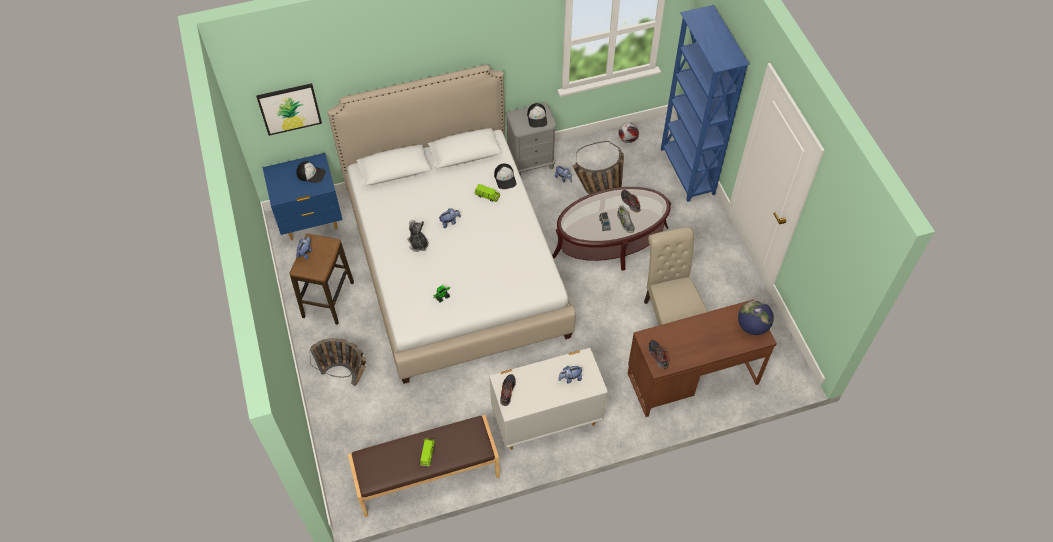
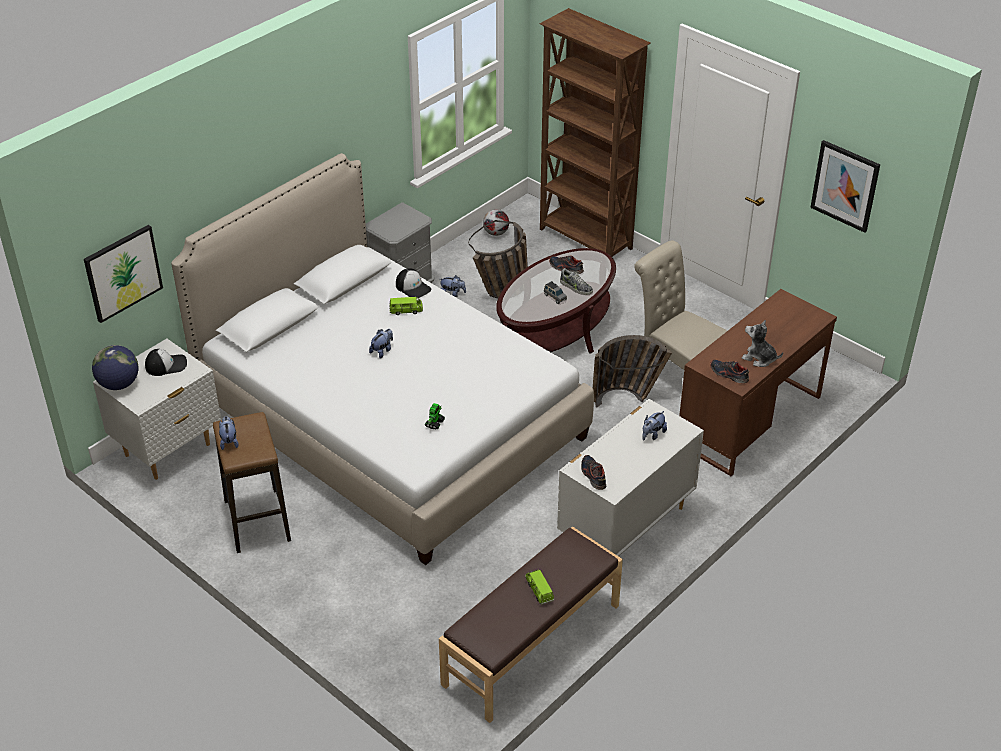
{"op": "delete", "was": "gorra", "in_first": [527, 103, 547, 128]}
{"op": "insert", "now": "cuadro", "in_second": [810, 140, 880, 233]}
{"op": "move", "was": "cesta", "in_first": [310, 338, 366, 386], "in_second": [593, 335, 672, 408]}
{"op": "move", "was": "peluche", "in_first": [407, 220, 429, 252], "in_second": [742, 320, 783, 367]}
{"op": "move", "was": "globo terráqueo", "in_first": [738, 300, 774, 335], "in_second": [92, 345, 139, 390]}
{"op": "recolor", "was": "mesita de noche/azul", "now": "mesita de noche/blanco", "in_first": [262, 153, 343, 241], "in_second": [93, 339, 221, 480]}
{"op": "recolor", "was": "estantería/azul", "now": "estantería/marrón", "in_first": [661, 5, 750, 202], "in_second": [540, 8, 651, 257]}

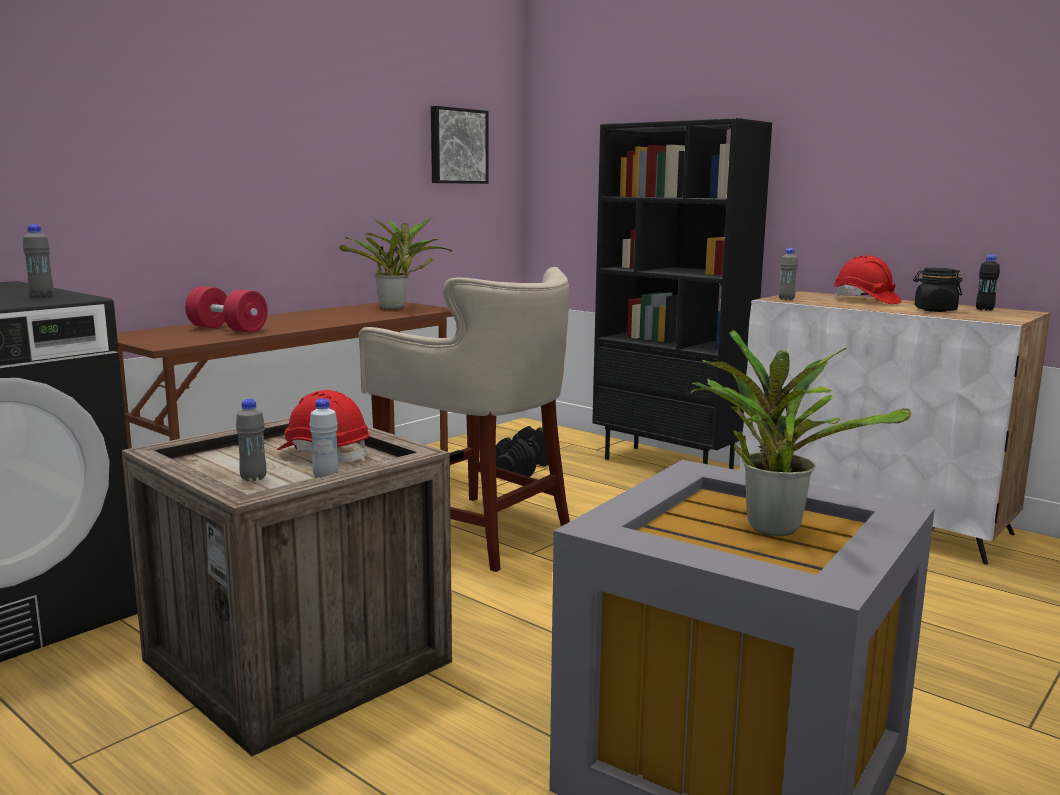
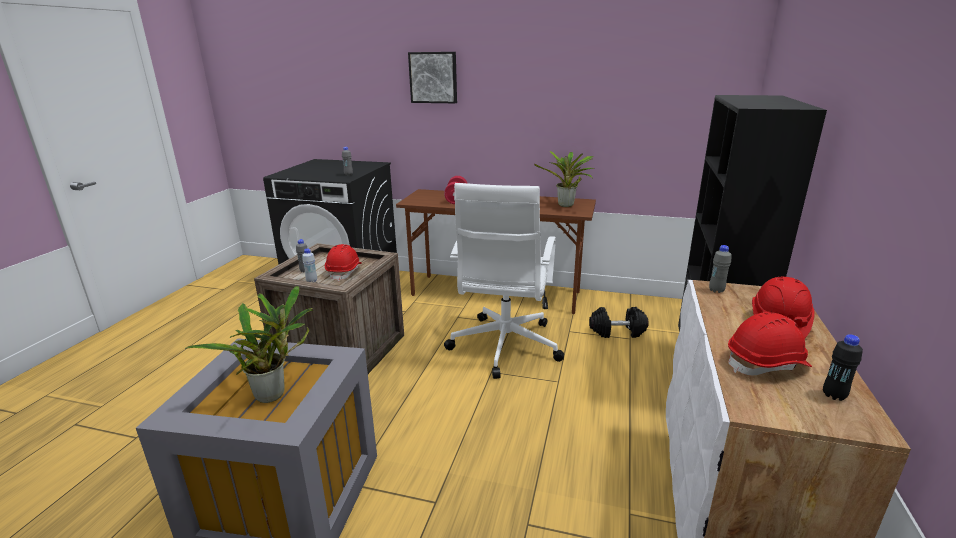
{"op": "move", "was": "cuadro", "in_first": [431, 106, 489, 184], "in_second": [408, 52, 457, 103]}
{"op": "replace", "was": "taburete/beis", "now": "silla de oficina/blanco", "in_first": [359, 267, 570, 572], "in_second": [444, 183, 564, 379]}
{"op": "replace", "was": "tarro/negro", "now": "casco/rojo", "in_first": [913, 268, 962, 312], "in_second": [728, 312, 812, 375]}

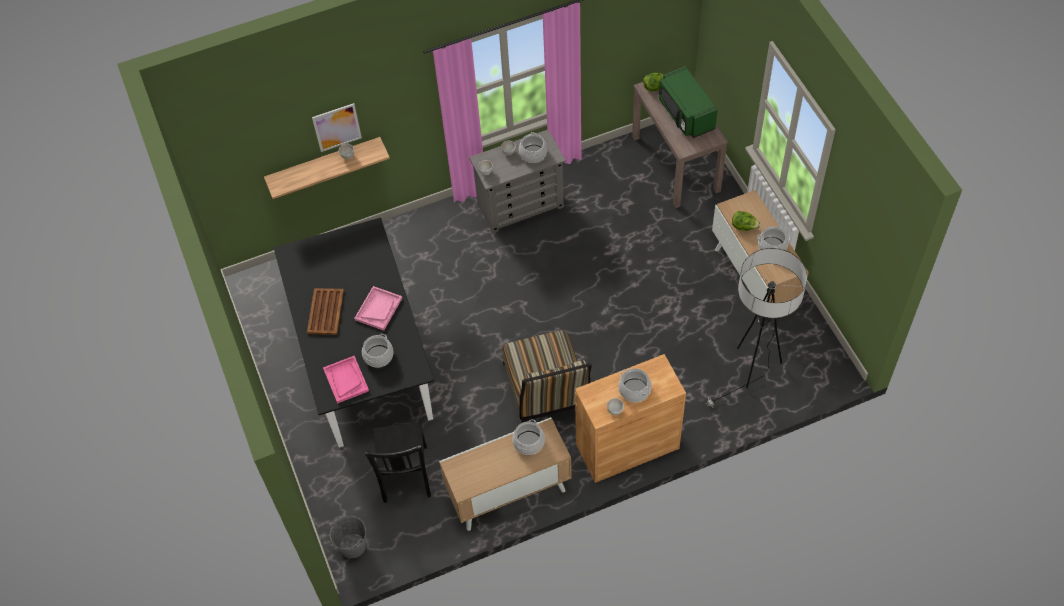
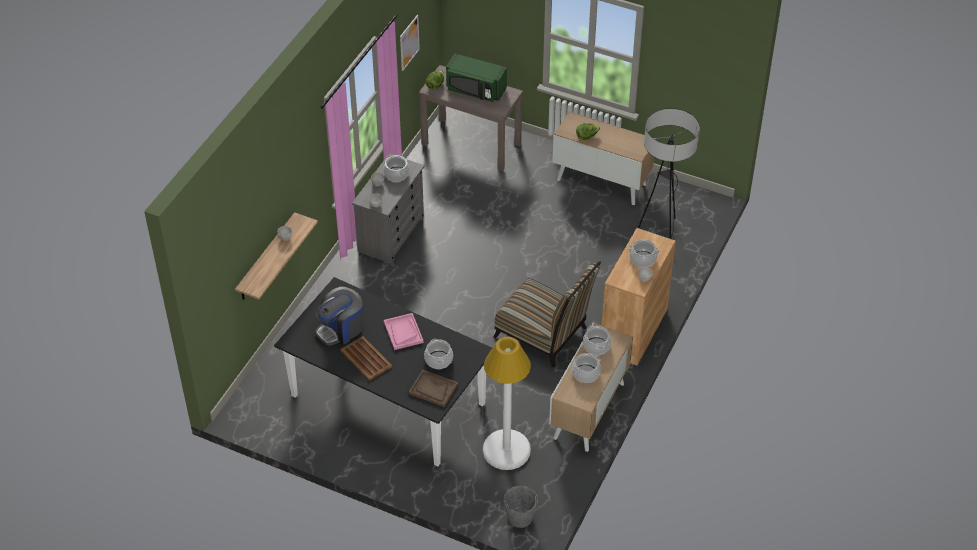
{"op": "insert", "now": "cafetera", "in_second": [315, 287, 363, 346]}
{"op": "move", "was": "cuadro", "in_first": [312, 103, 362, 152], "in_second": [400, 15, 420, 71]}
{"op": "move", "was": "olla", "in_first": [757, 226, 791, 250], "in_second": [572, 353, 601, 383]}
{"op": "replace", "was": "silla/negro", "now": "lámpara de pie/blanco", "in_first": [365, 423, 431, 503], "in_second": [483, 337, 531, 470]}
{"op": "recolor", "was": "bandeja/rosa", "now": "bandeja/marrón", "in_first": [323, 356, 369, 404], "in_second": [409, 370, 458, 407]}

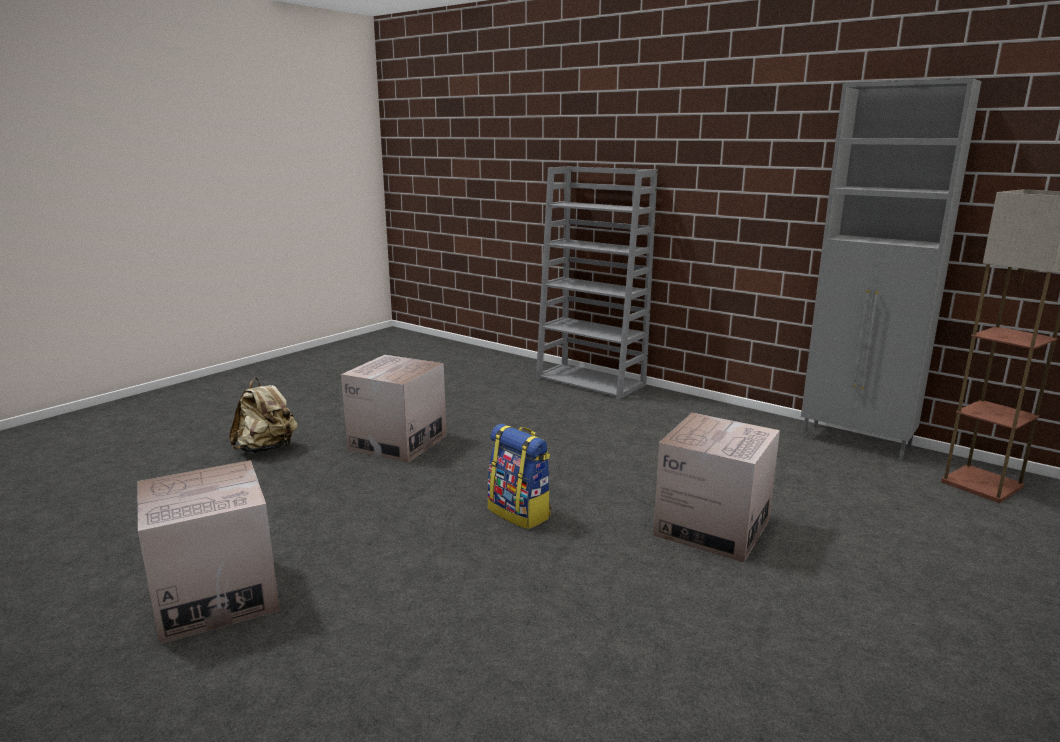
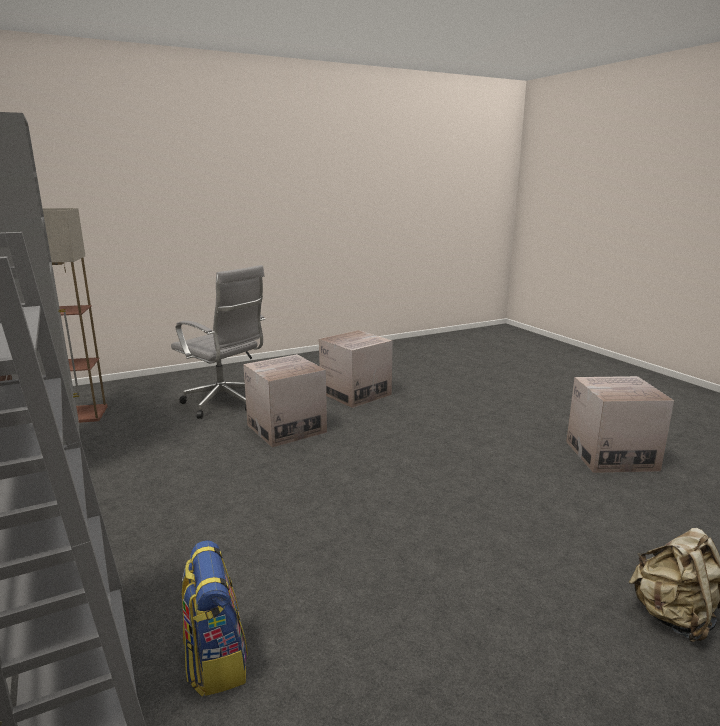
{"op": "insert", "now": "silla de oficina/gris", "in_second": [171, 265, 265, 419]}
{"op": "move", "was": "caja de cartón", "in_first": [341, 355, 447, 463], "in_second": [319, 330, 393, 408]}
{"op": "move", "was": "mochila", "in_first": [487, 424, 551, 529], "in_second": [182, 540, 248, 697]}

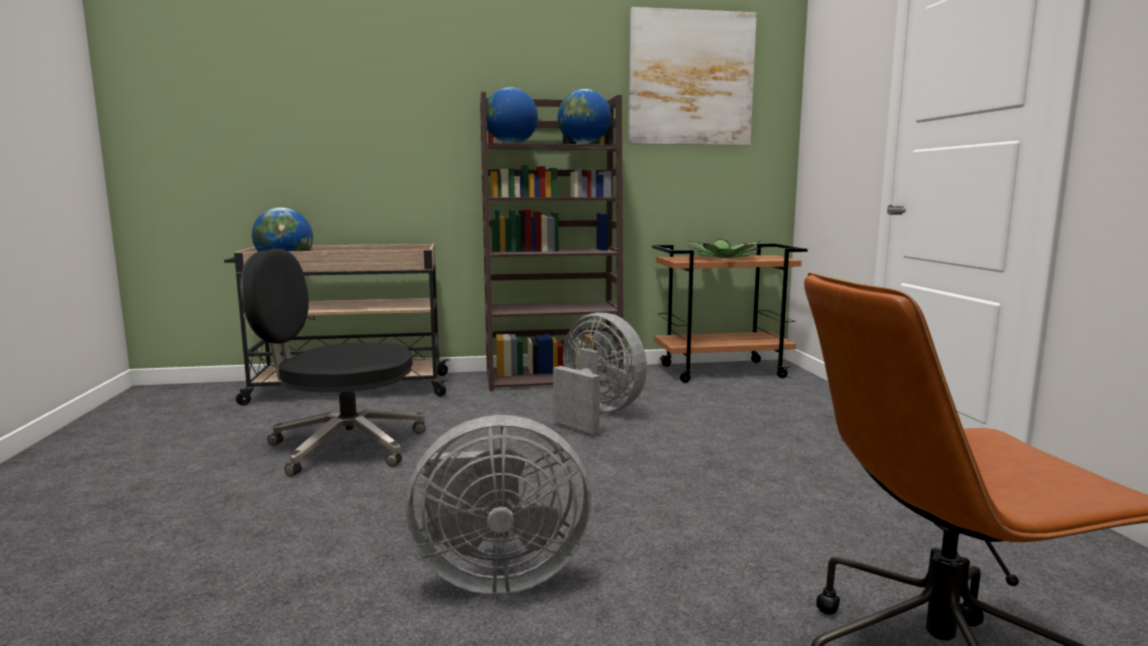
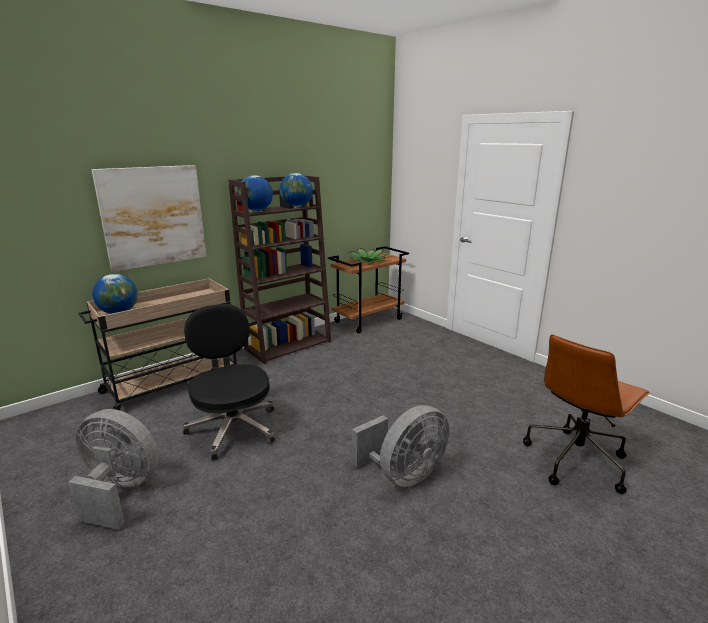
{"op": "move", "was": "ventilador/gris", "in_first": [553, 313, 647, 434], "in_second": [68, 409, 159, 530]}
{"op": "move", "was": "cuadro", "in_first": [628, 7, 757, 146], "in_second": [91, 165, 207, 272]}
{"op": "rotate", "was": "silla de oficina/negro", "in_first": [240, 248, 425, 477], "in_second": [183, 304, 275, 460], "clockwise": 90}

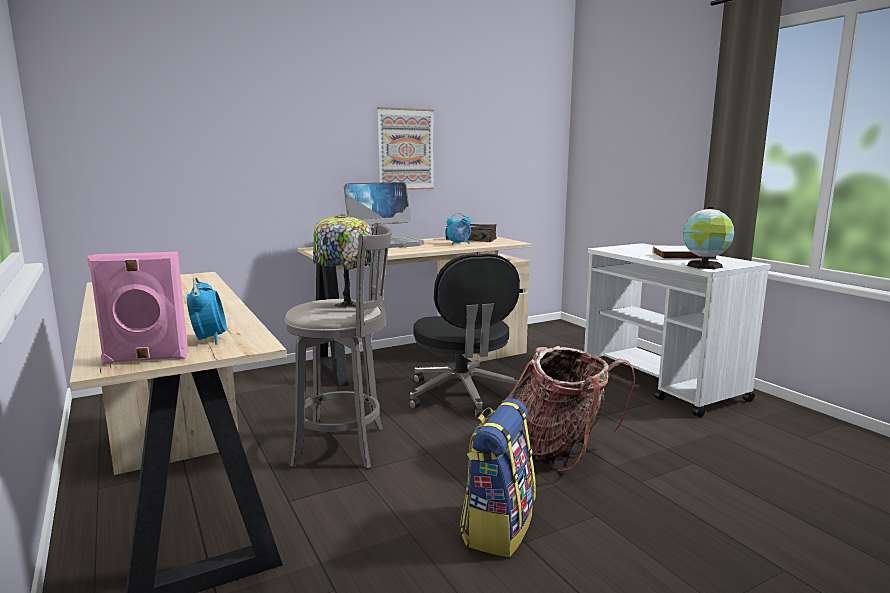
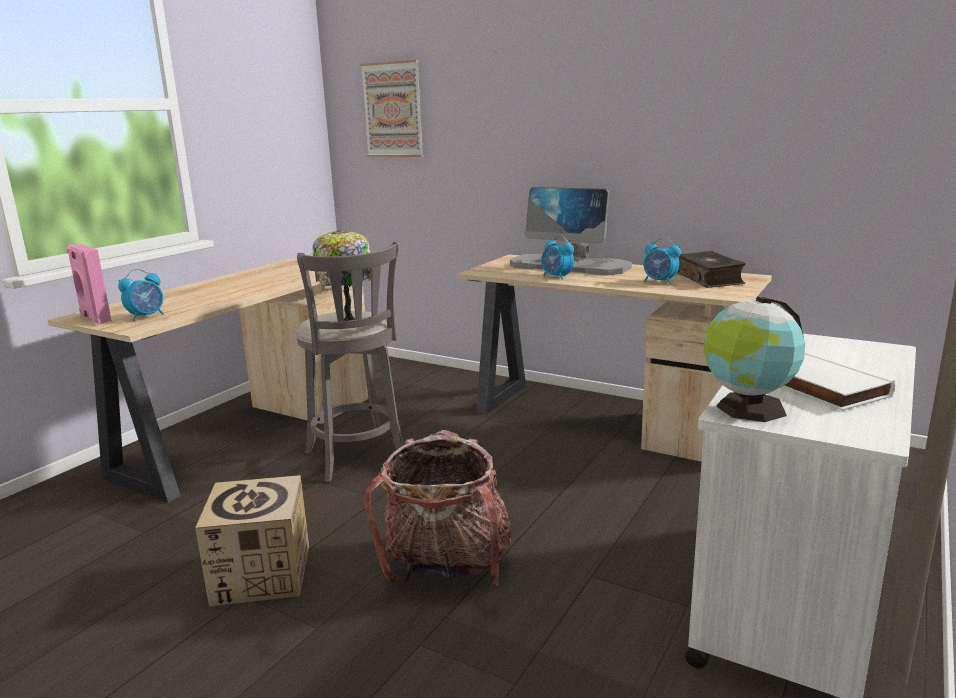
{"op": "delete", "was": "silla de oficina/negro", "in_first": [409, 254, 520, 419]}
{"op": "insert", "now": "despertador", "in_second": [541, 235, 574, 280]}
{"op": "move", "was": "cuadro", "in_first": [377, 107, 434, 190], "in_second": [360, 60, 424, 157]}
{"op": "replace", "was": "mochila", "now": "caja de cartón", "in_first": [460, 398, 536, 557], "in_second": [195, 475, 309, 607]}

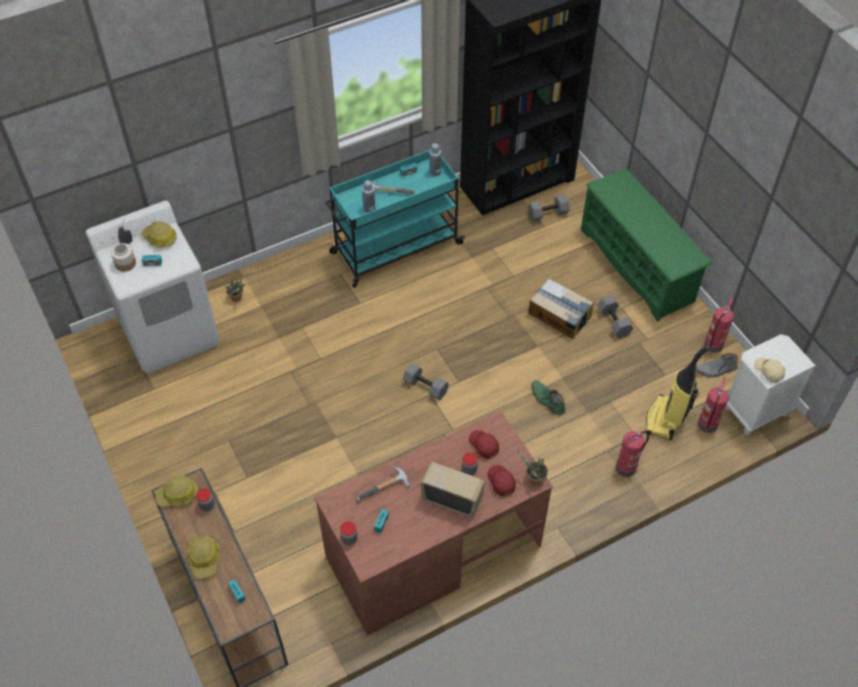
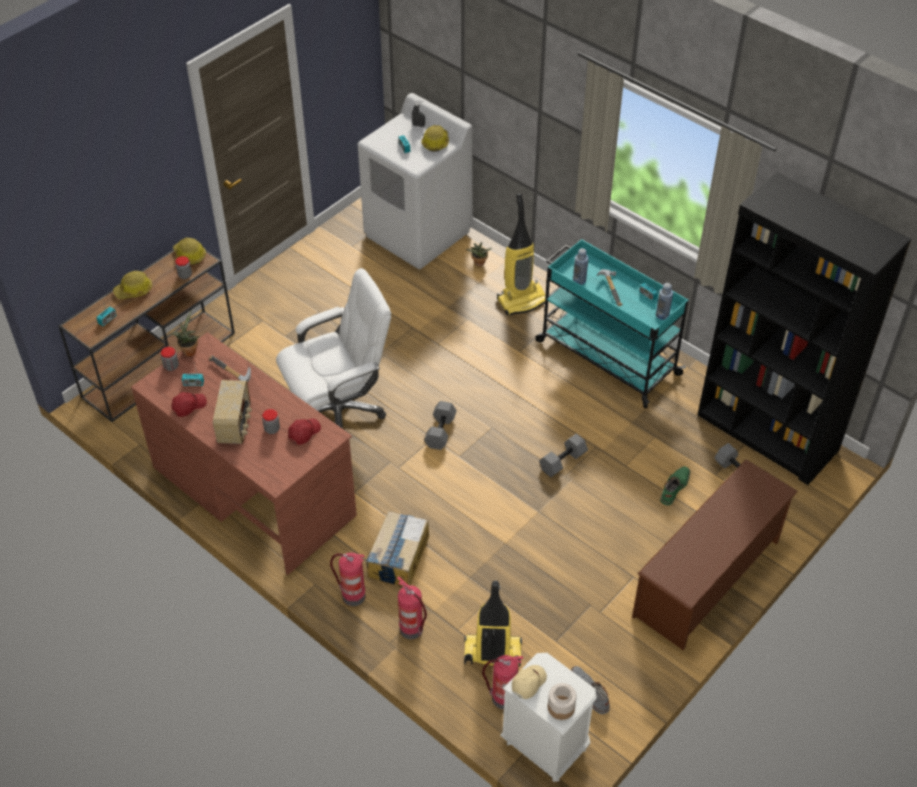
{"op": "insert", "now": "silla de oficina/blanco", "in_second": [276, 268, 391, 429]}
{"op": "insert", "now": "aspiradora", "in_second": [497, 193, 545, 315]}
{"op": "move", "was": "tarro", "in_first": [111, 243, 136, 272], "in_second": [548, 683, 576, 720]}
{"op": "move", "was": "gorra/rojo", "in_first": [487, 465, 516, 496], "in_second": [172, 392, 207, 417]}
{"op": "move", "was": "planta en maceta", "in_first": [517, 449, 548, 485], "in_second": [170, 310, 199, 356]}
{"op": "move", "was": "caja de cartón", "in_first": [528, 278, 594, 339], "in_second": [366, 511, 429, 587]}
{"op": "move", "was": "bota/verde", "in_first": [531, 380, 565, 415], "in_second": [660, 466, 690, 506]}
{"op": "move", "was": "mancuerna/gris", "in_first": [597, 295, 633, 339], "in_second": [539, 434, 588, 477]}
{"op": "move", "was": "extintor", "in_first": [704, 298, 734, 353], "in_second": [330, 553, 366, 606]}
{"op": "recolor", "was": "zapatero/verde", "now": "zapatero/marrón", "in_first": [581, 168, 713, 321], "in_second": [632, 459, 798, 650]}

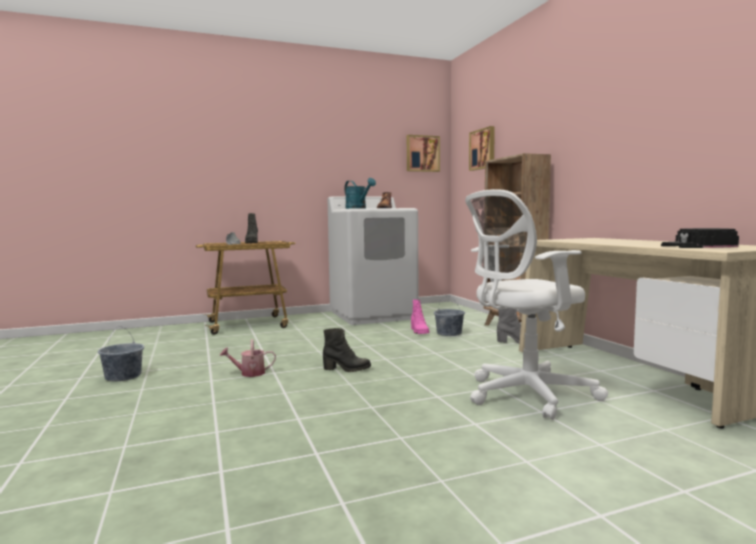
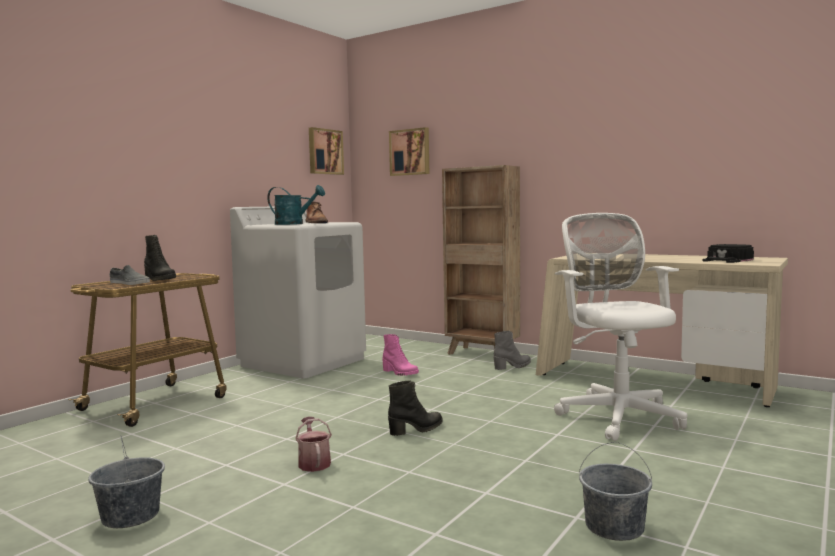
{"op": "move", "was": "cubo/gris", "in_first": [434, 297, 465, 336], "in_second": [579, 442, 652, 541]}
{"op": "rotate", "was": "regadera", "in_first": [220, 339, 276, 377], "in_second": [295, 417, 332, 472], "clockwise": 120}
{"op": "rotate", "was": "silla de oficina/blanco", "in_first": [465, 189, 608, 420], "in_second": [554, 213, 688, 441], "clockwise": 135}

